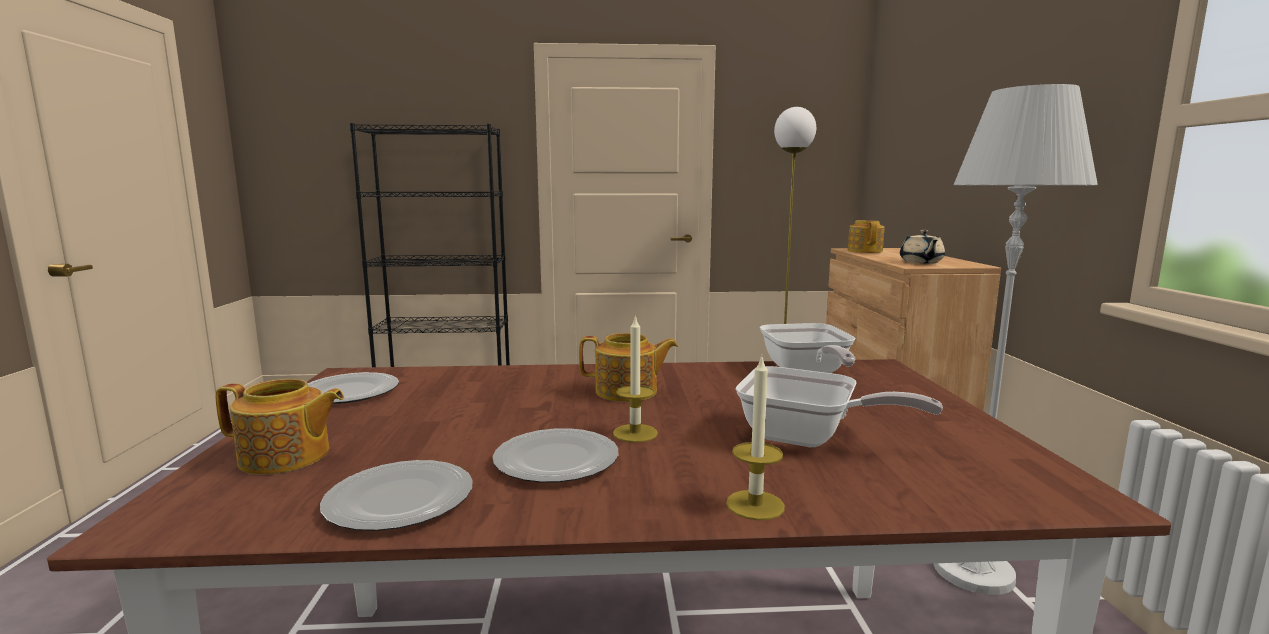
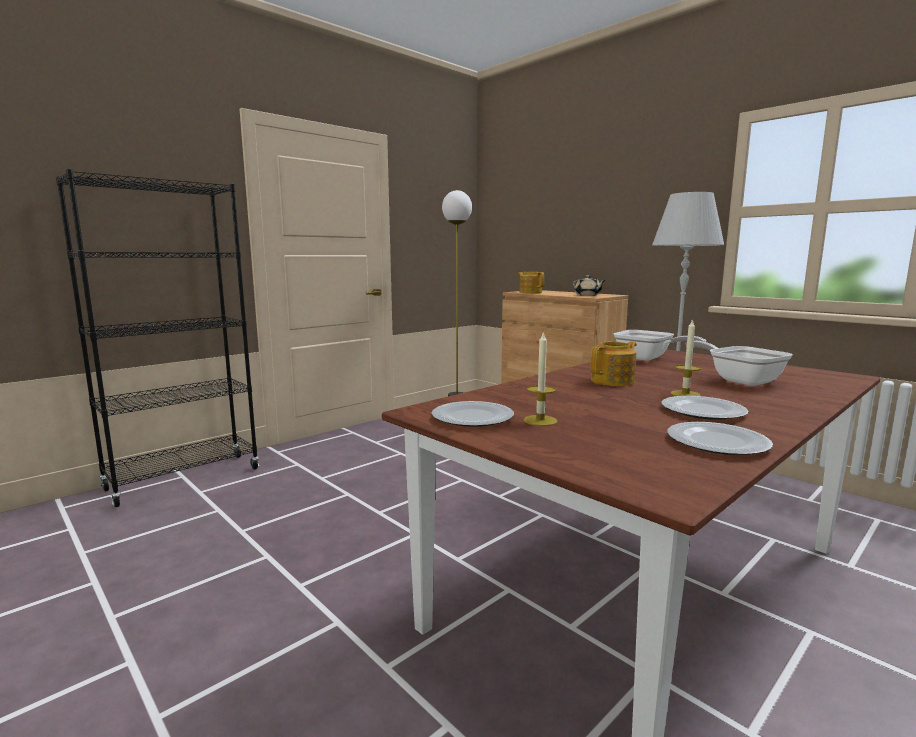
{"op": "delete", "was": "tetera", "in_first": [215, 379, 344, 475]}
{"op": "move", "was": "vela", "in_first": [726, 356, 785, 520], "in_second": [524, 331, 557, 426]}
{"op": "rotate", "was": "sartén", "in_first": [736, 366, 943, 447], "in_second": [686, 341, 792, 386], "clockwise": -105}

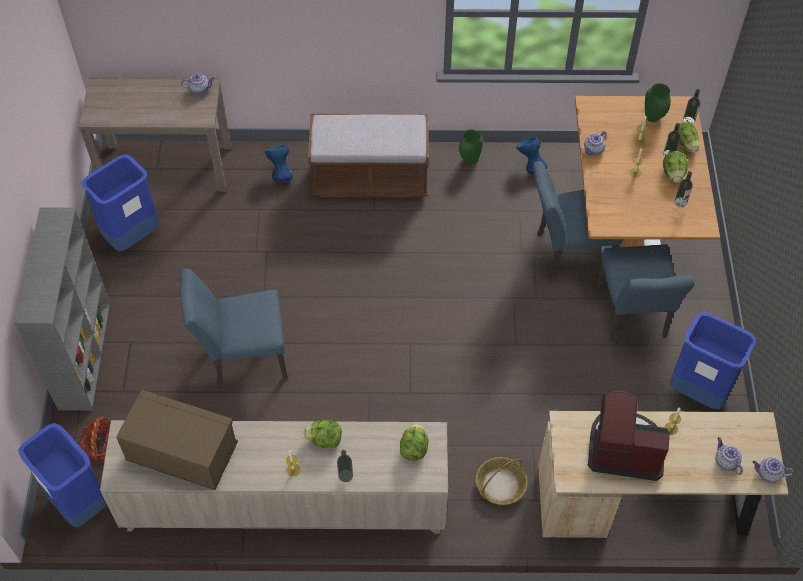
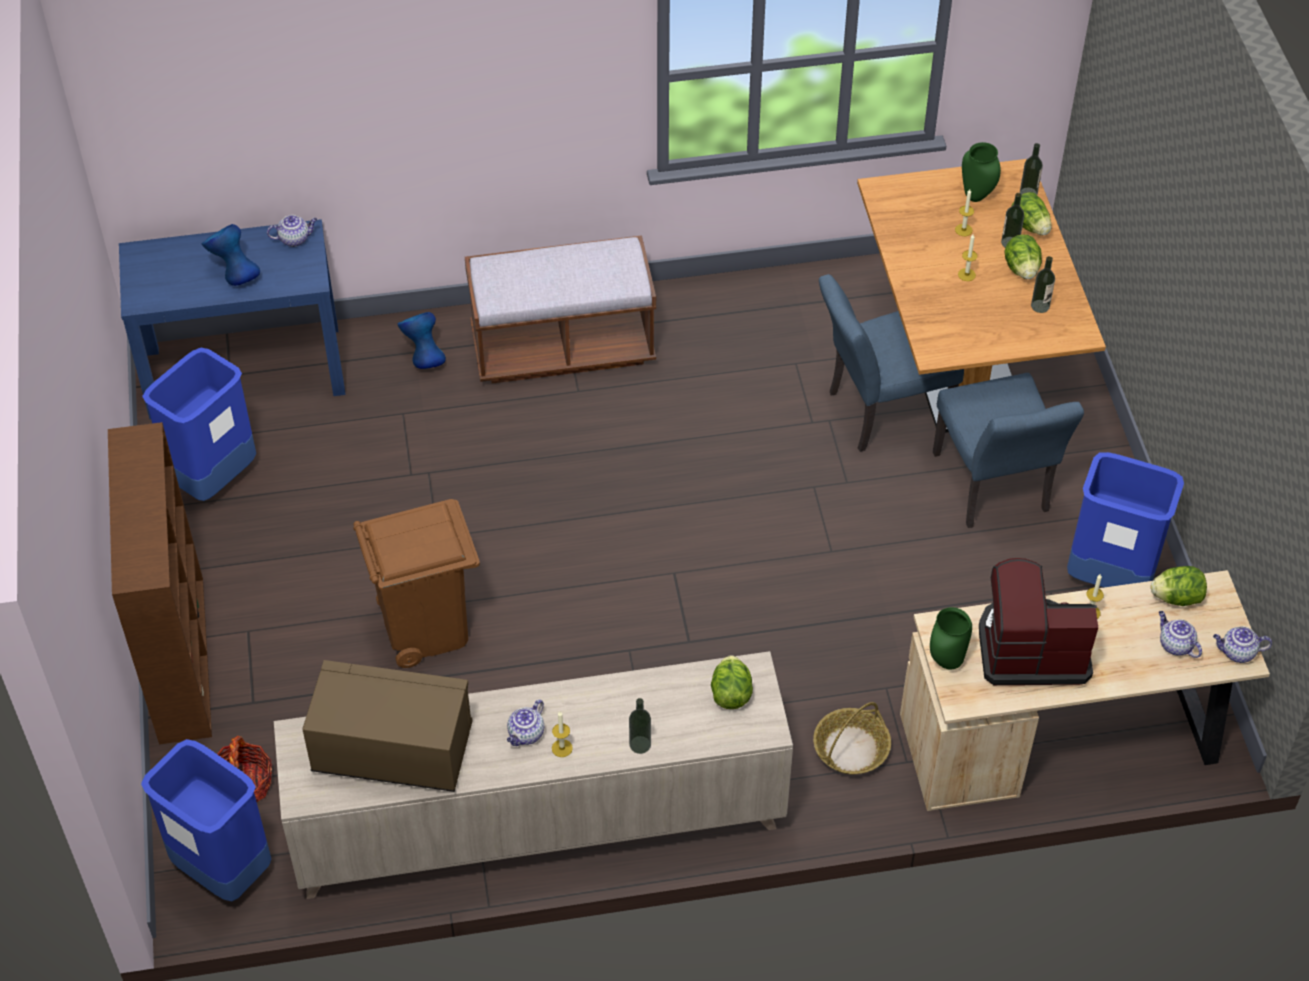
{"op": "move", "was": "lechuga", "in_first": [304, 420, 342, 448], "in_second": [1151, 566, 1207, 606]}
{"op": "move", "was": "florero/verde", "in_first": [459, 129, 483, 165], "in_second": [930, 607, 972, 669]}
{"op": "move", "was": "florero/azul", "in_first": [516, 137, 547, 174], "in_second": [202, 224, 260, 286]}
{"op": "move", "was": "tetera", "in_first": [584, 131, 606, 155], "in_second": [507, 699, 544, 746]}
{"op": "replace", "was": "silla/azul", "now": "papelera/marrón", "in_first": [180, 268, 287, 386], "in_second": [353, 499, 480, 668]}
{"op": "recolor", "was": "estantería/gris", "now": "estantería/marrón", "in_first": [15, 207, 110, 411], "in_second": [108, 422, 212, 744]}
{"op": "recolor", "was": "mesa consola/marrón", "now": "mesa consola/azul", "in_first": [79, 77, 231, 192], "in_second": [119, 219, 346, 419]}

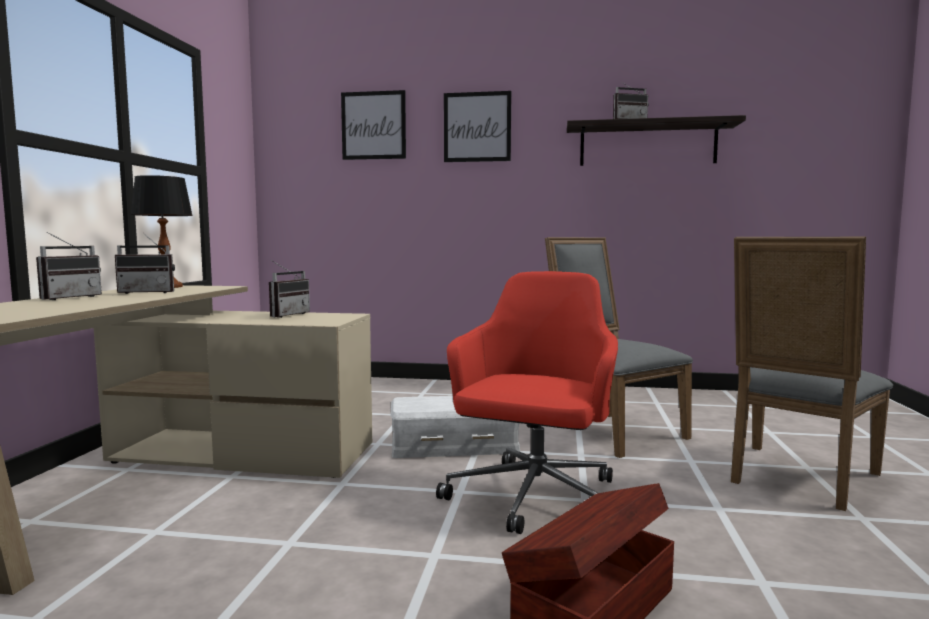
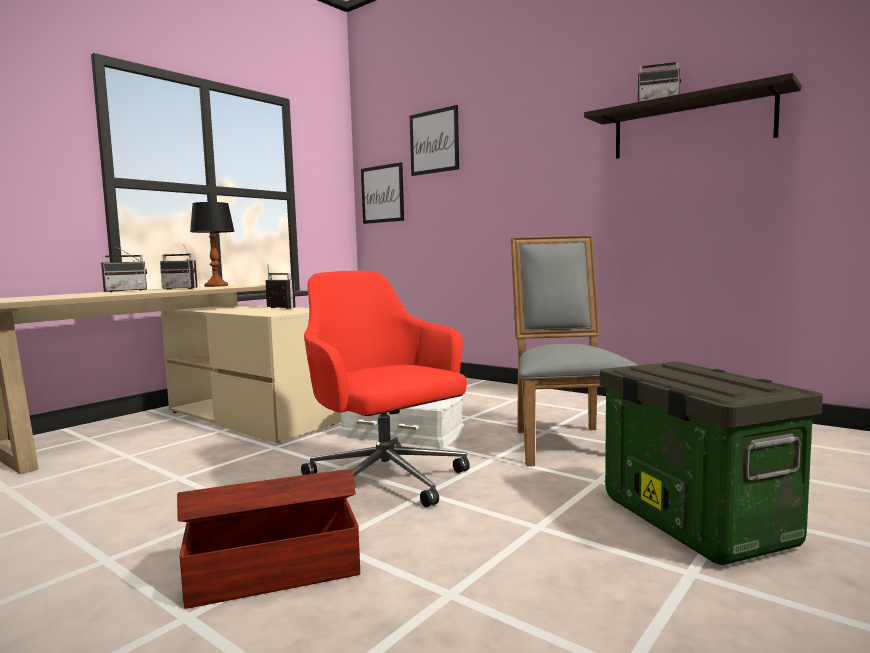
{"op": "move", "was": "cuadro", "in_first": [444, 91, 511, 162], "in_second": [361, 162, 404, 224]}
{"op": "replace", "was": "silla/gris", "now": "caja de almacenaje", "in_first": [731, 237, 893, 511], "in_second": [600, 362, 823, 565]}
{"op": "rotate", "was": "radio", "in_first": [269, 260, 310, 318], "in_second": [265, 267, 296, 309], "clockwise": -105}
{"op": "rotate", "was": "silla de oficina/rojo", "in_first": [436, 271, 618, 534], "in_second": [301, 271, 470, 507], "clockwise": -90}

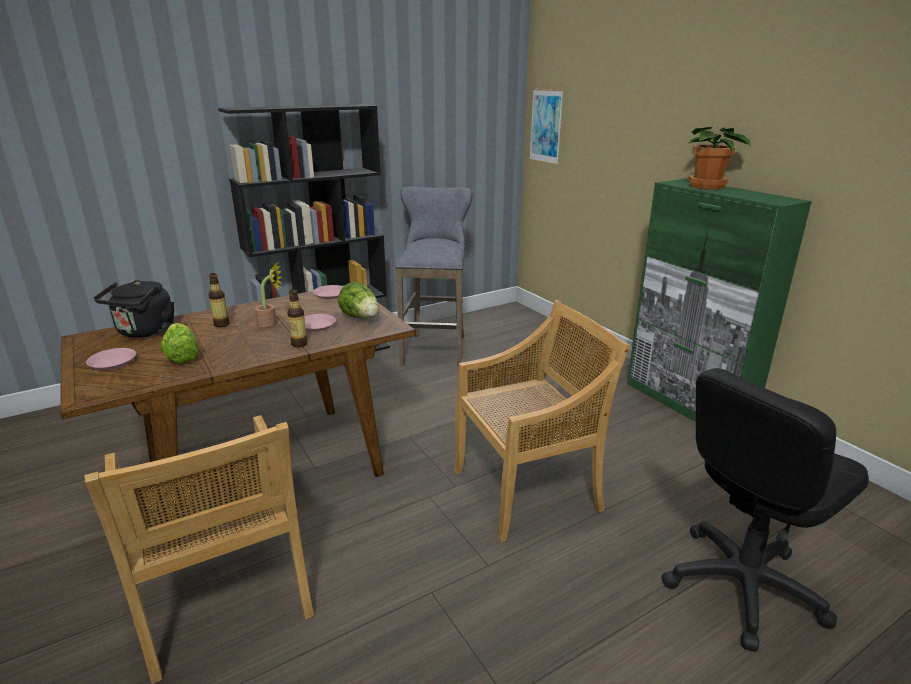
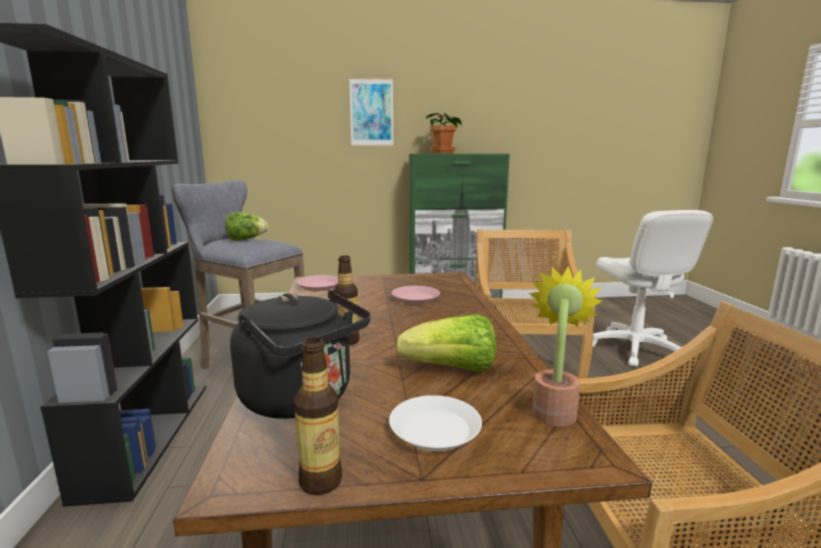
{"op": "move", "was": "planta en maceta", "in_first": [255, 261, 282, 327], "in_second": [529, 265, 602, 427]}
{"op": "move", "was": "botella", "in_first": [287, 289, 308, 347], "in_second": [294, 338, 342, 495]}
{"op": "move", "was": "lechuga", "in_first": [338, 282, 379, 318], "in_second": [225, 212, 268, 241]}
{"op": "move", "was": "cuadro", "in_first": [529, 89, 564, 165], "in_second": [349, 77, 394, 147]}
{"op": "recolor", "was": "plato/rosa", "now": "plato/blanco", "in_first": [86, 348, 136, 370], "in_second": [389, 395, 482, 451]}
{"op": "recolor", "was": "silla de oficina/negro", "now": "silla de oficina/blanco", "in_first": [662, 368, 869, 652], "in_second": [593, 210, 713, 367]}

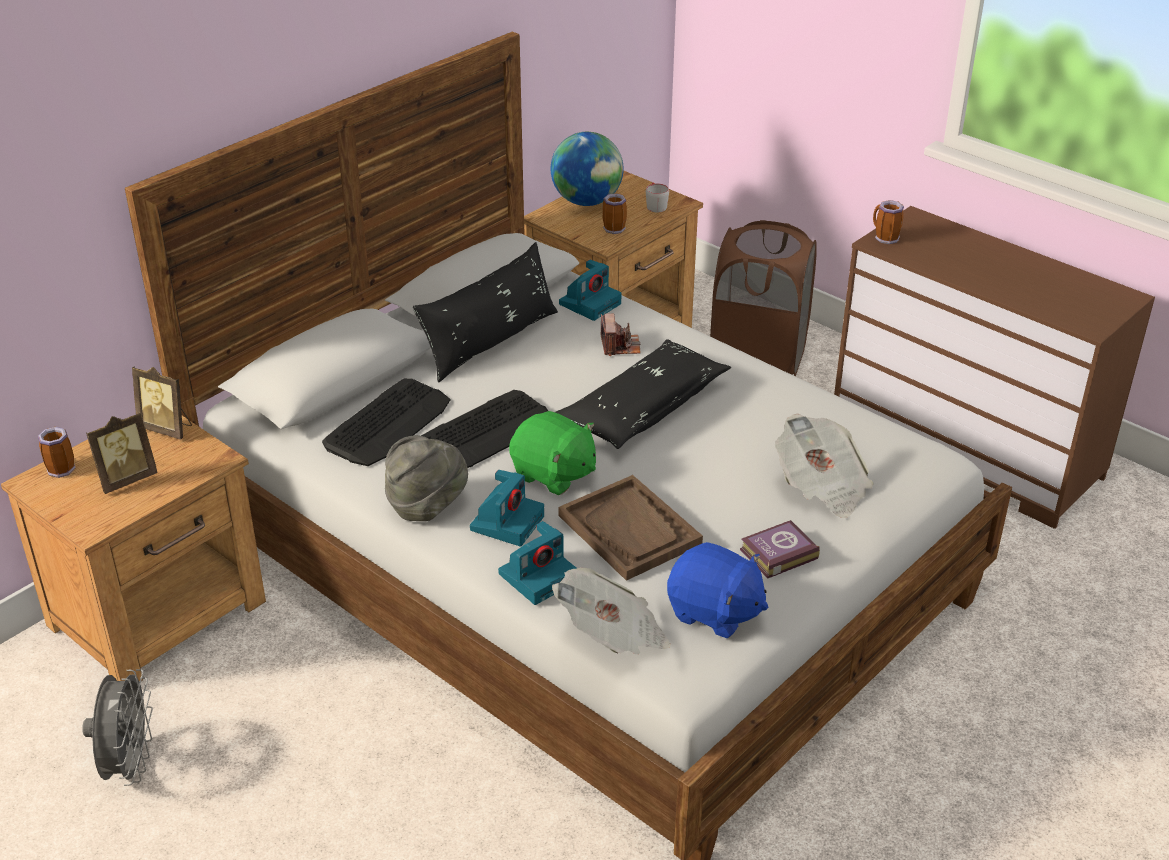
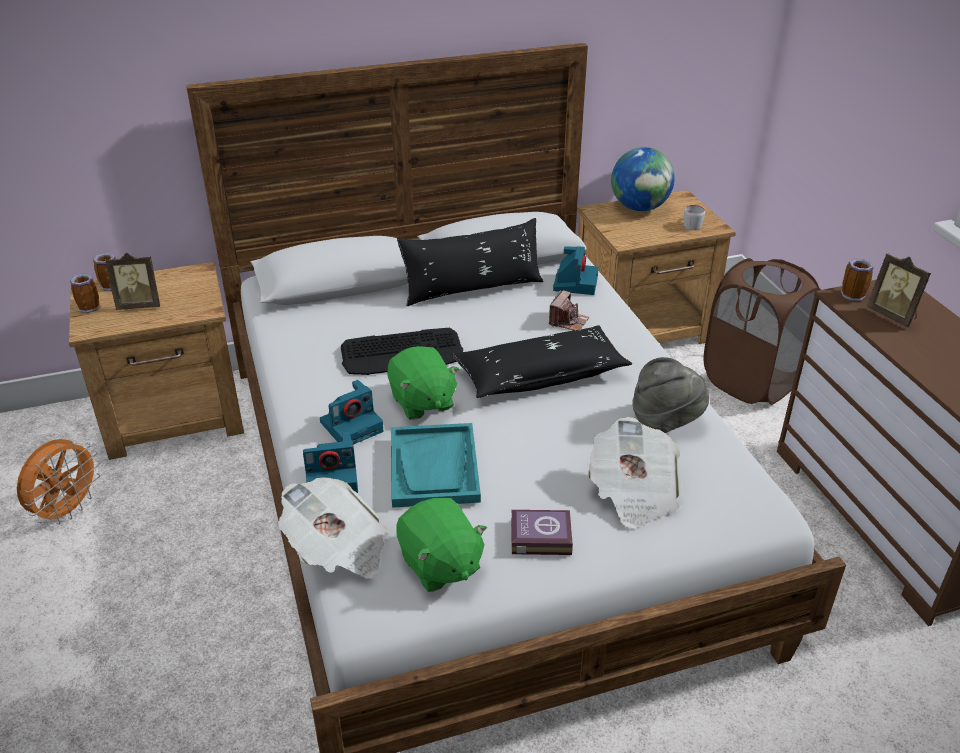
{"op": "delete", "was": "teclado", "in_first": [322, 378, 450, 466]}
{"op": "move", "was": "portarretratos", "in_first": [132, 366, 192, 440], "in_second": [867, 253, 931, 327]}
{"op": "move", "was": "sombrero/gris", "in_first": [385, 435, 468, 521], "in_second": [632, 357, 709, 433]}
{"op": "move", "was": "taza grande", "in_first": [603, 193, 627, 234], "in_second": [70, 273, 101, 313]}
{"op": "recolor", "was": "ventilador/gris", "now": "ventilador/naranja", "in_first": [82, 669, 153, 786], "in_second": [17, 439, 101, 525]}
{"op": "recolor", "was": "bandeja/marrón", "now": "bandeja/turquesa", "in_first": [559, 475, 703, 581], "in_second": [391, 423, 481, 508]}
{"op": "recolor", "was": "peluche/azul", "now": "peluche/verde", "in_first": [667, 542, 768, 638], "in_second": [396, 498, 487, 592]}
{"op": "rotate", "was": "cámara", "in_first": [559, 260, 622, 321], "in_second": [553, 246, 599, 295], "clockwise": -60}

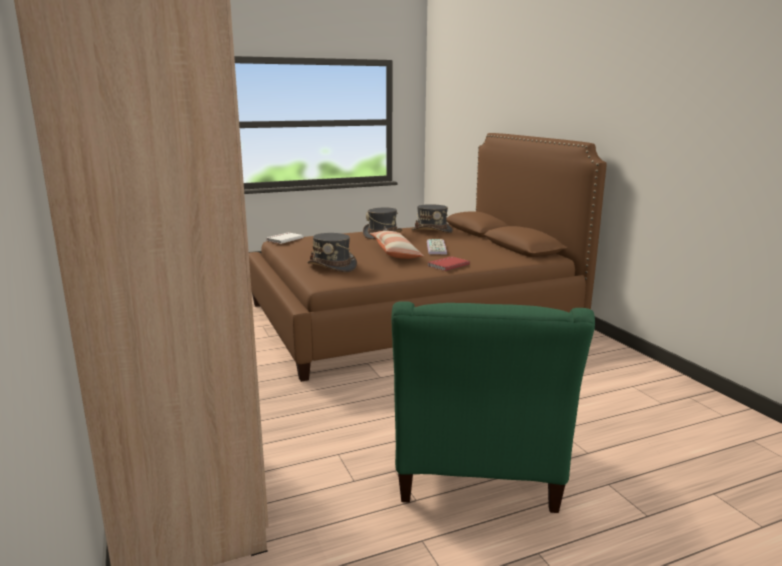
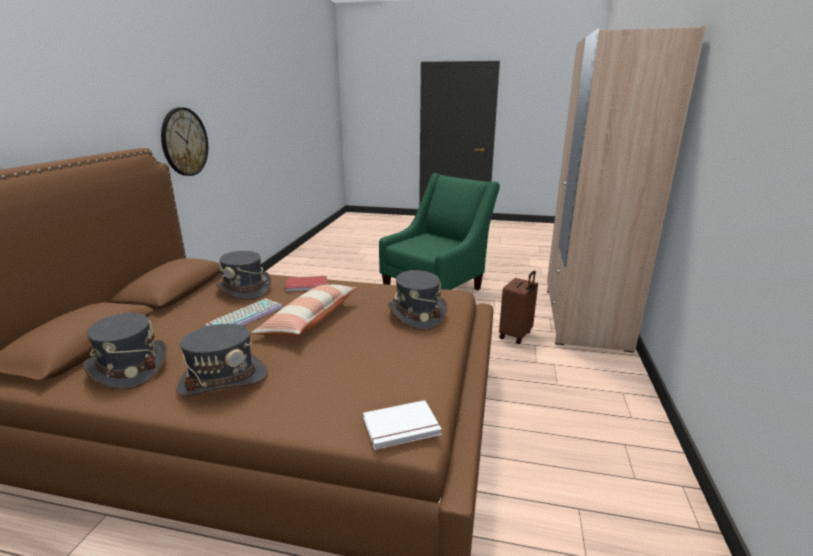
{"op": "insert", "now": "reloj de pared", "in_second": [161, 107, 208, 176]}
{"op": "insert", "now": "sombrero/gris", "in_second": [216, 251, 271, 300]}
{"op": "insert", "now": "maleta/marrón", "in_second": [499, 271, 538, 344]}

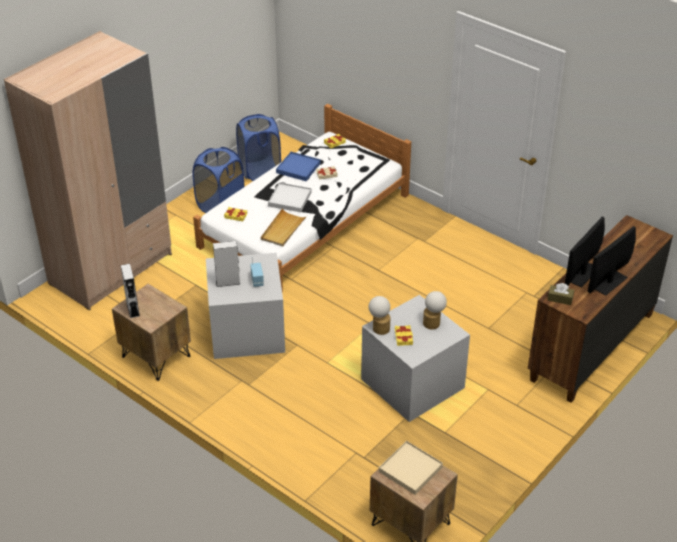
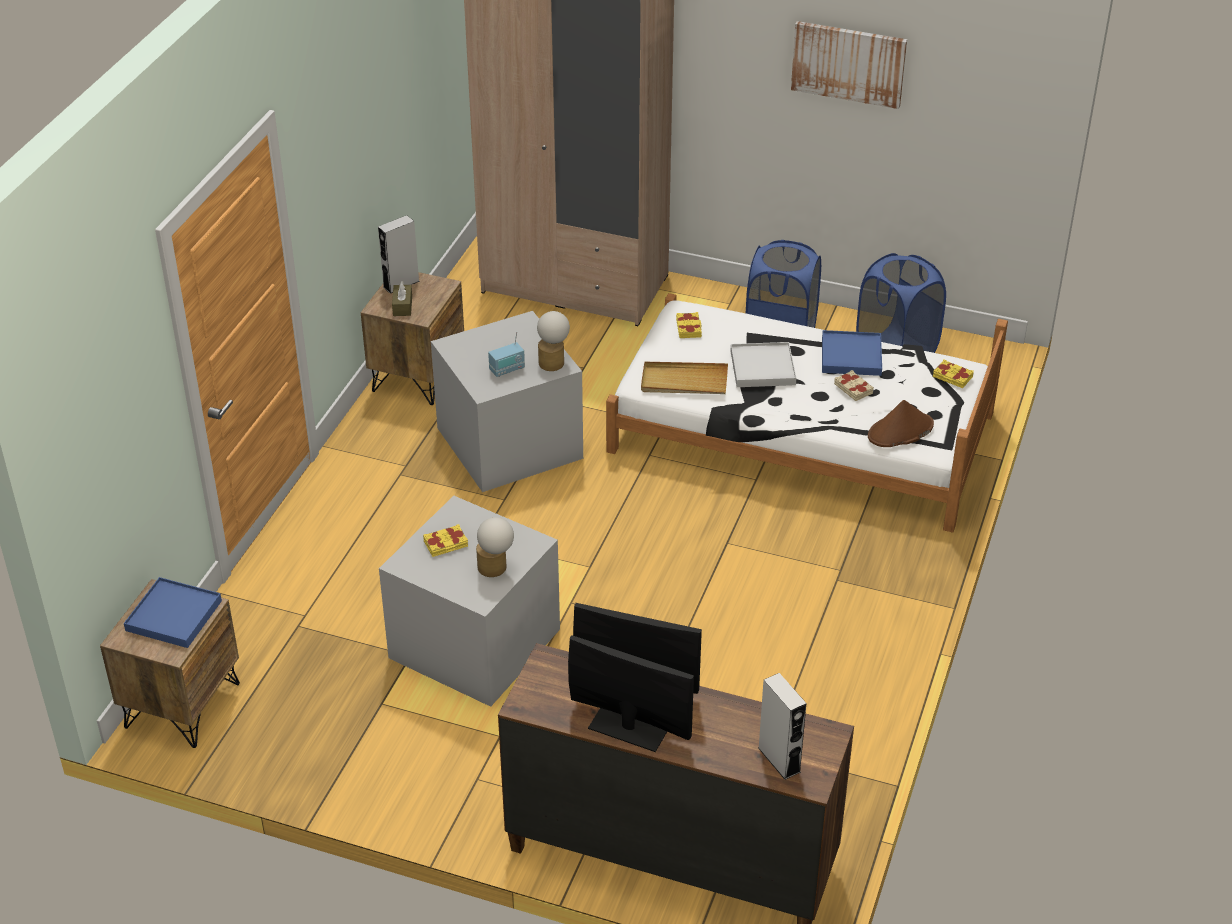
{"op": "insert", "now": "cuadro", "in_second": [791, 21, 907, 109]}
{"op": "insert", "now": "sombrero/marrón", "in_second": [868, 400, 934, 447]}
{"op": "move", "was": "altavoz/gris", "in_first": [213, 241, 240, 287], "in_second": [758, 673, 807, 780]}
{"op": "move", "was": "lámpara de mesa", "in_first": [369, 296, 390, 335], "in_second": [537, 311, 570, 371]}
{"op": "move", "was": "caja de pañuelos/marrón", "in_first": [548, 283, 574, 305], "in_second": [392, 281, 412, 316]}
{"op": "recolor", "was": "bandeja/beis", "now": "bandeja/azul", "in_first": [379, 441, 443, 495], "in_second": [124, 577, 222, 648]}

